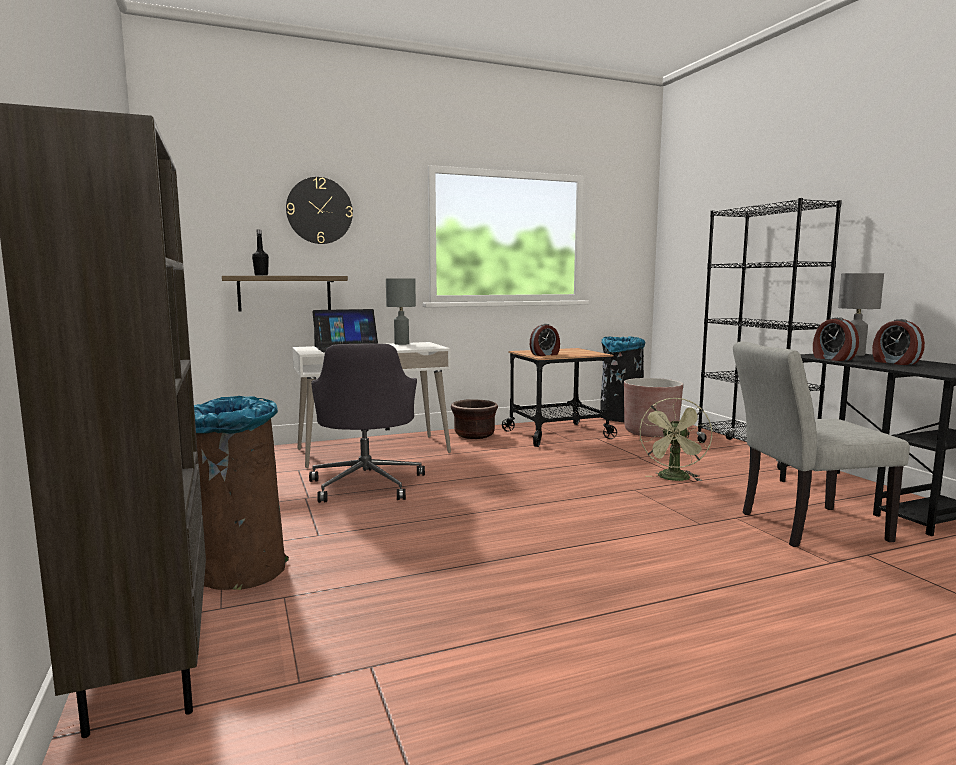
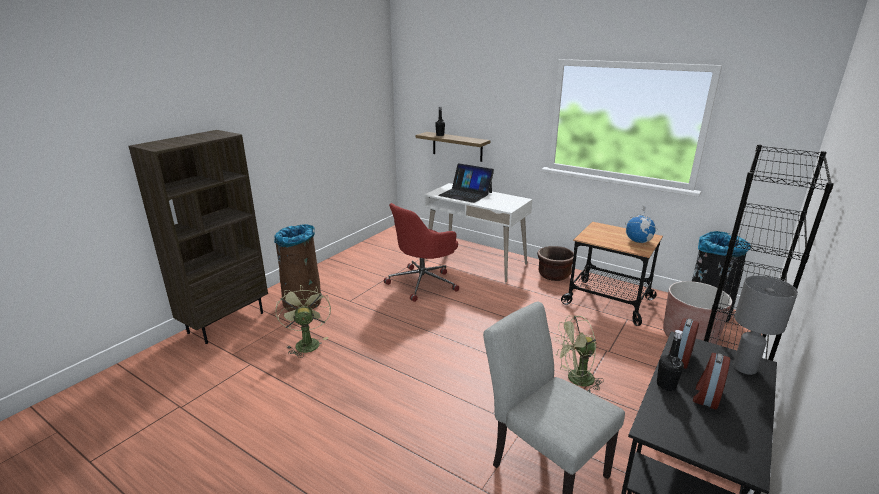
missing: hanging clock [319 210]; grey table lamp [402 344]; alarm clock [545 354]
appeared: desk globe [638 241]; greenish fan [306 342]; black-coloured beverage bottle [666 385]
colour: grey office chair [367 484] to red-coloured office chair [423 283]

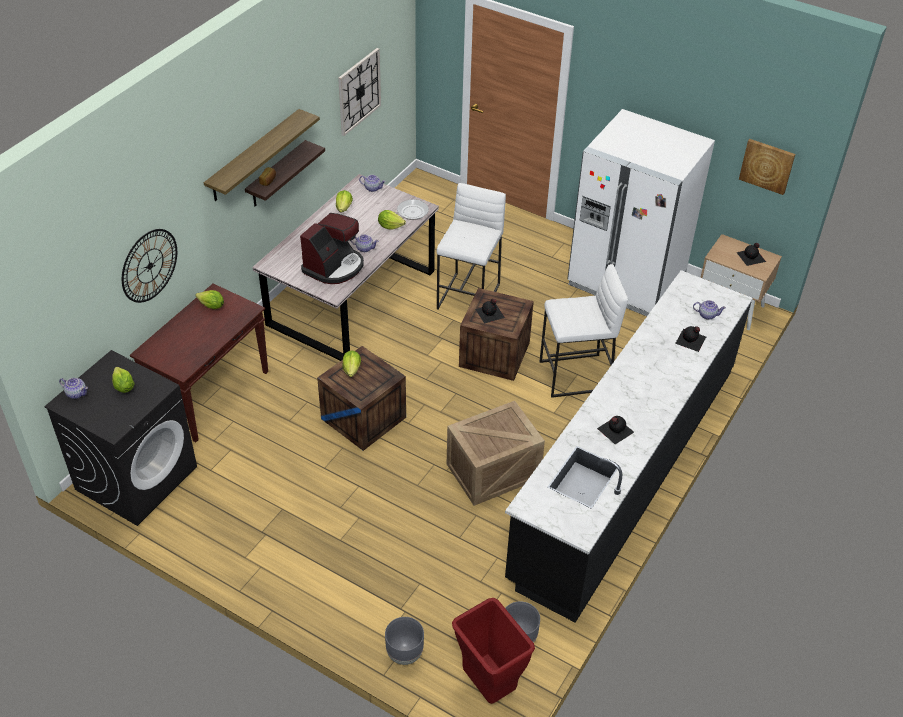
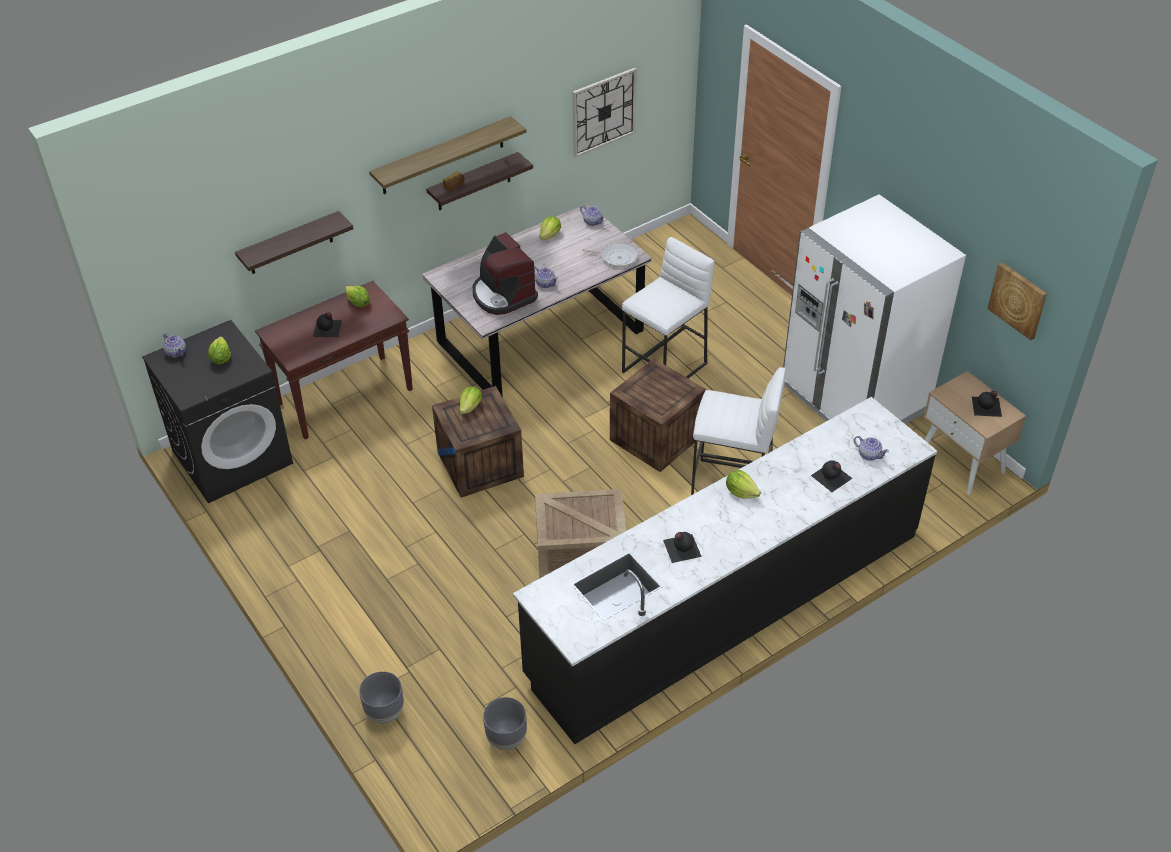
missing: red-coloured rubbish bin [487 686]
relocated: head of lettuce [390 226] to [741 492]; black-coloured beverage bottle [490 313] to [327 328]
exchanged: hanging clock [149 265] to wall shelf [290 244]
spun: coffee maker [334 266] = [503 295] 90 degrees clockwise

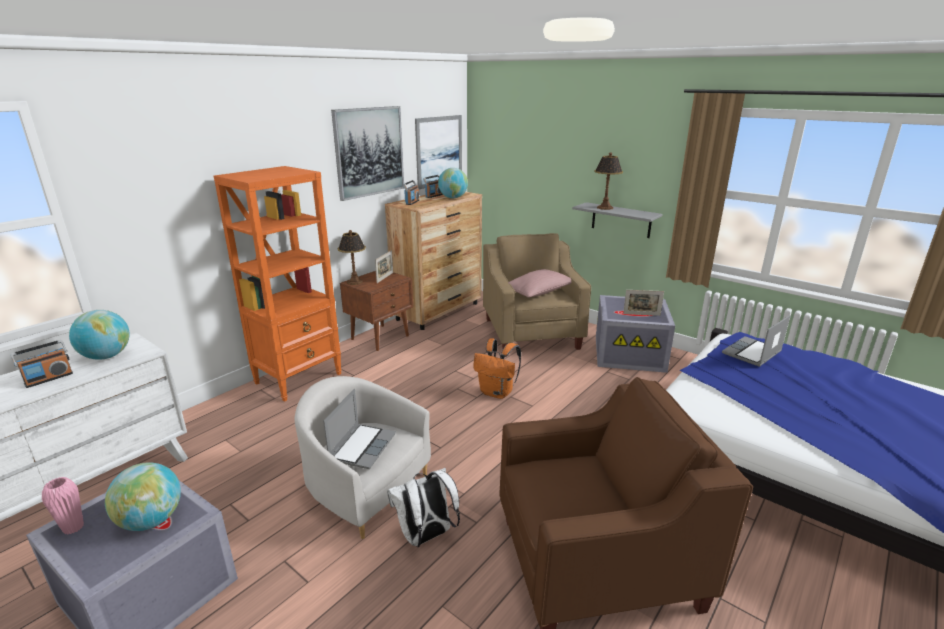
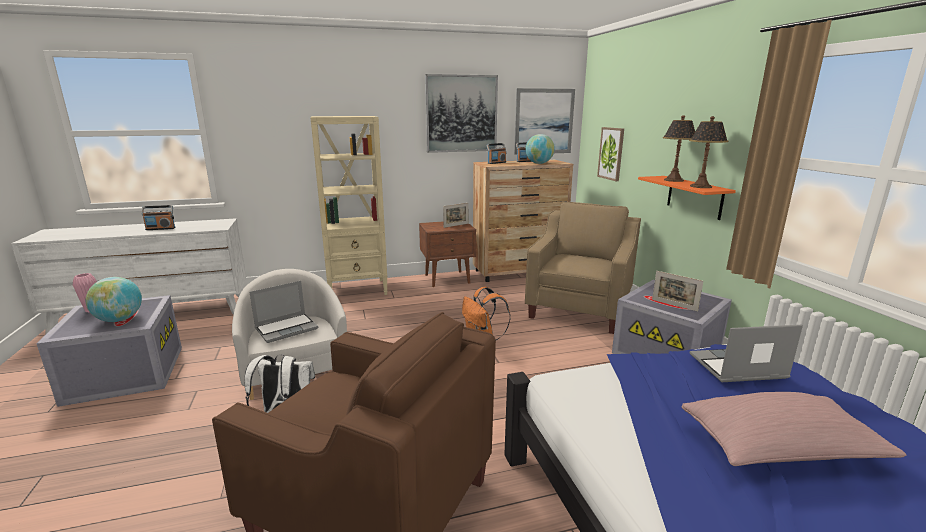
missing: desk globe [106 356]
appeared: wall picture [611 153]
relocated: table lamp [355 282] to [701 186]; pinkish cushion [539 293] to [779 449]
colour: orange bookcase [299 378] to sand-coloured bookcase [358 289]; grey wall shelf [621 220] to orange wall shelf [694 197]

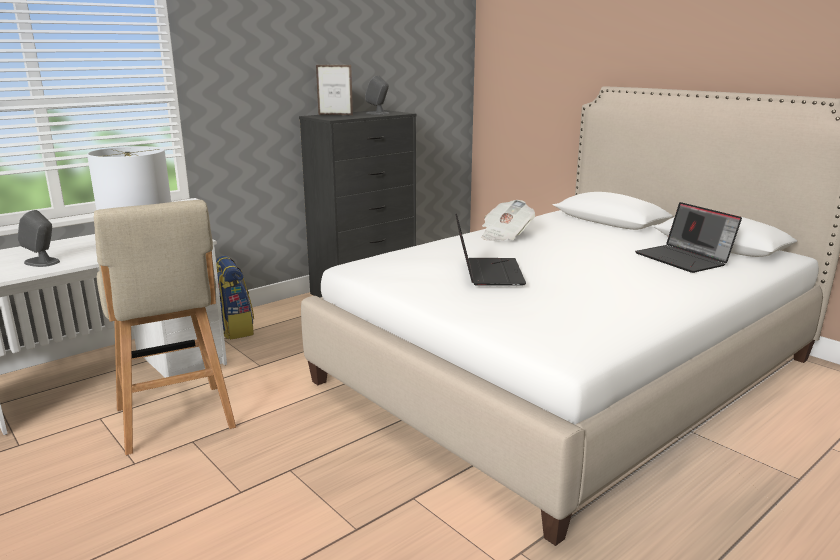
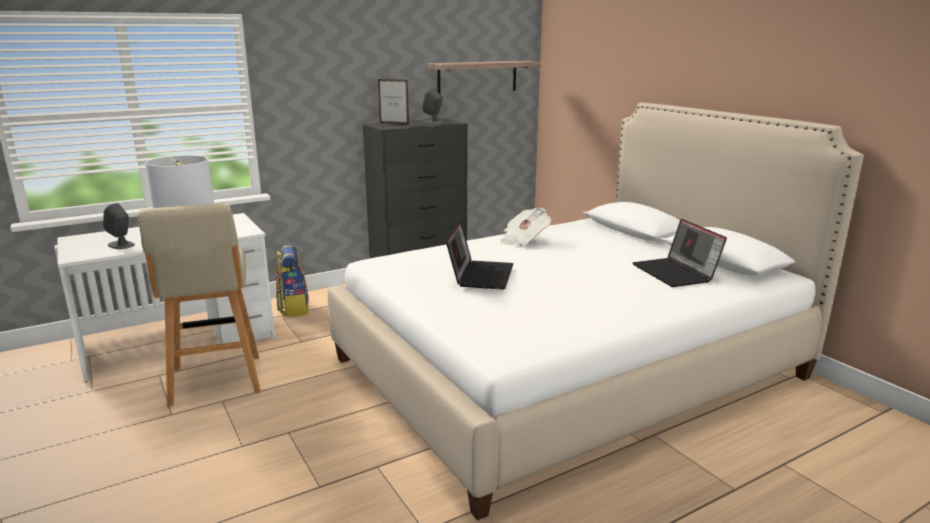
appeared: wall shelf [477 77]

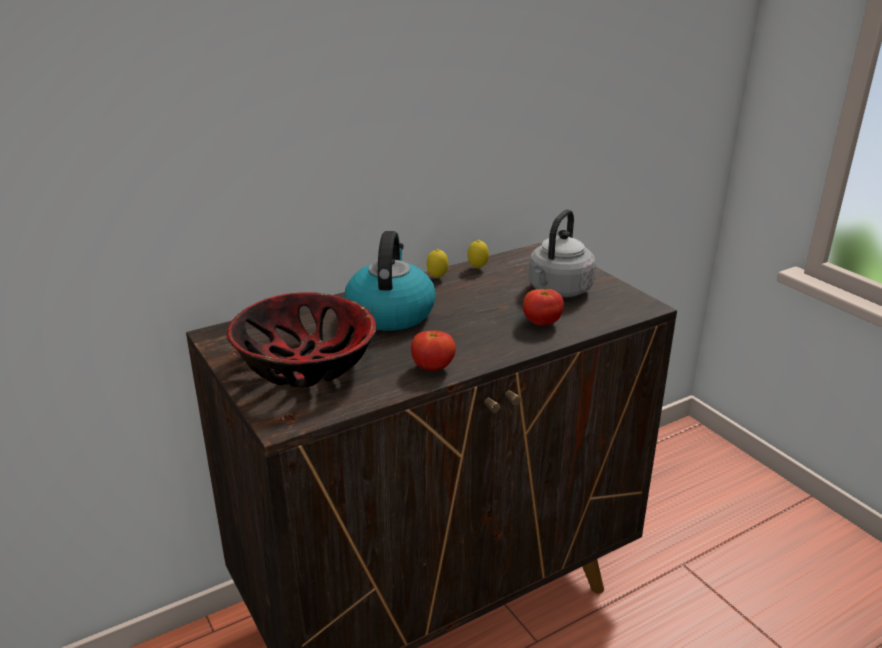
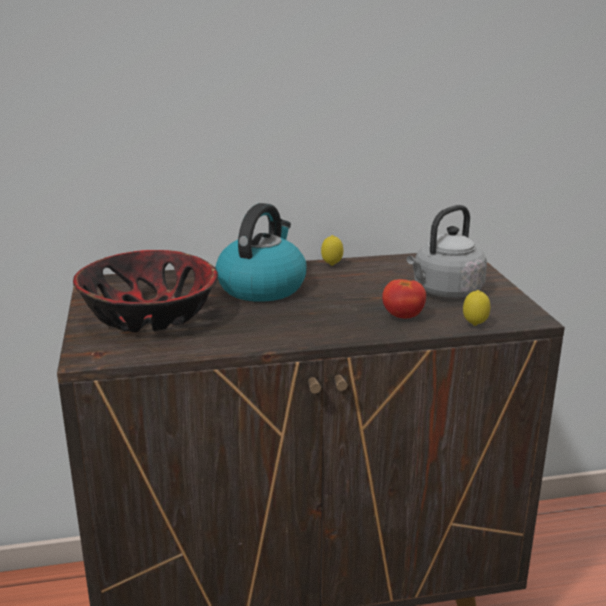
missing: fresh tomato [433 368]
relocated: whole lemon [477 268] to [474 325]

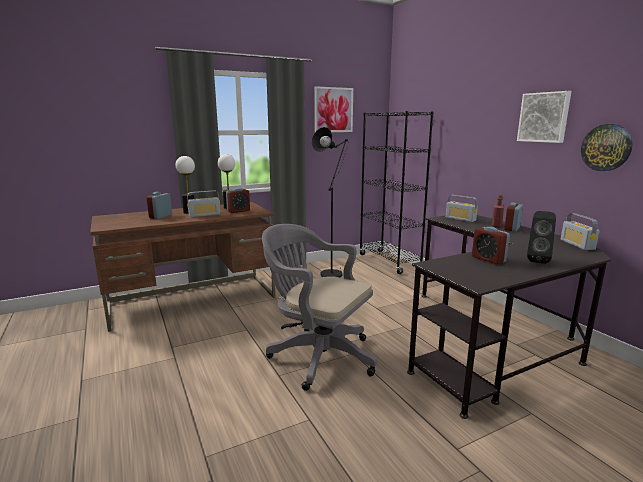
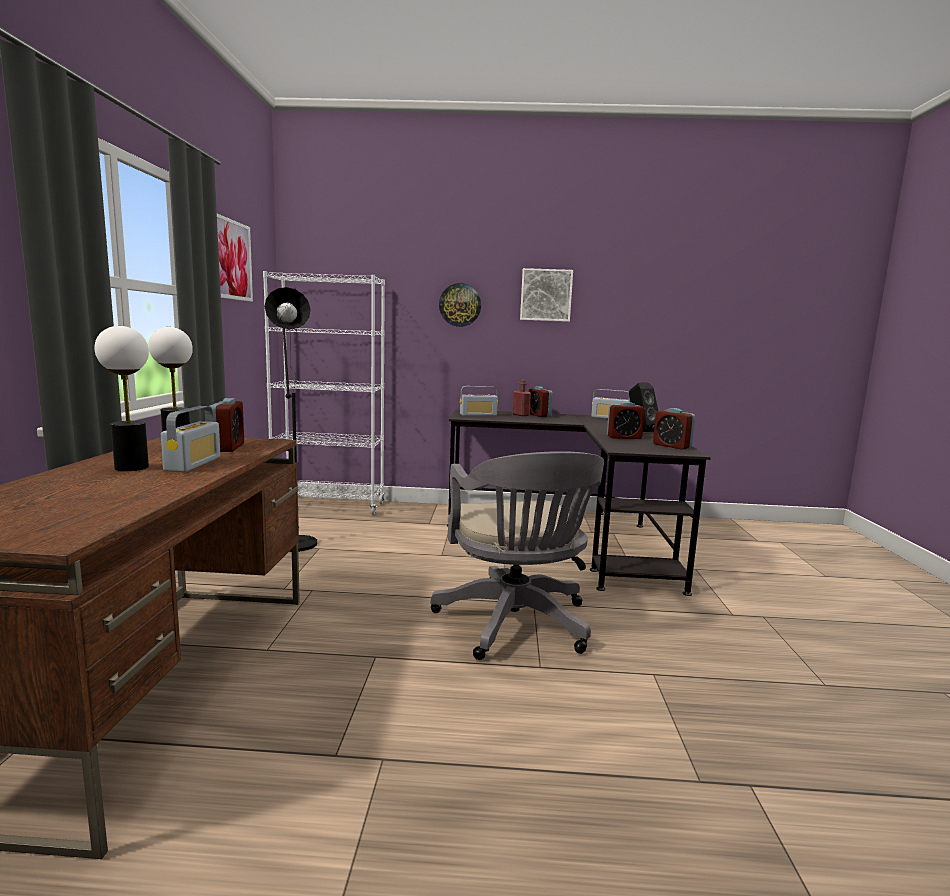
relocated: hanging clock [606 147] to [460 305]; alarm clock [160 216] to [672 446]
colour: black-coloured bookcase [389 262] to white bookcase [329 506]
spun: grey office chair [317 355] = [516 625] 75 degrees counterclockwise

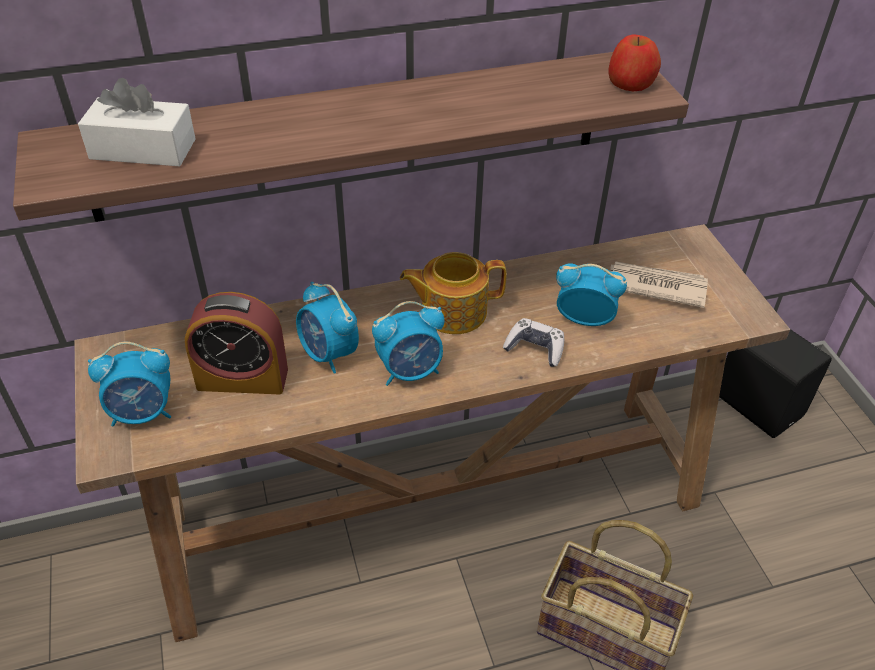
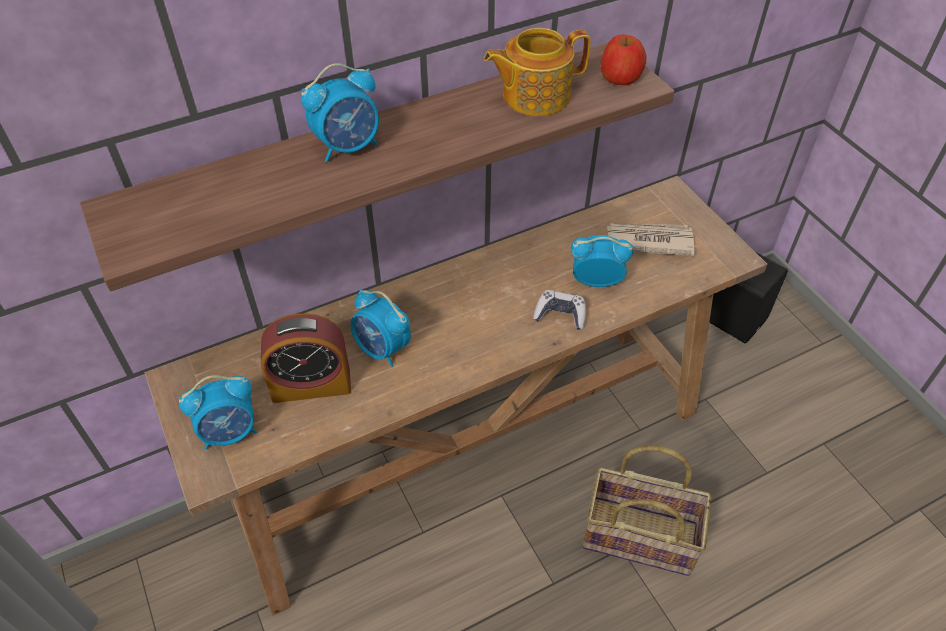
missing: white tissue holder [143 149]
relocated: teapot [452 311] to [534 95]; alarm clock [410 371] to [348 147]

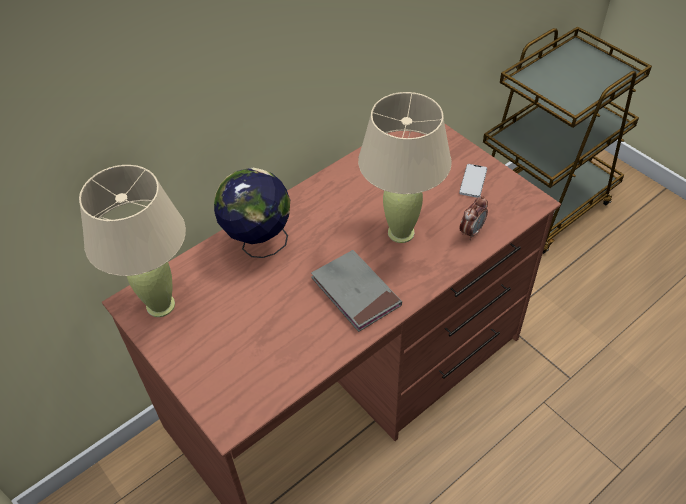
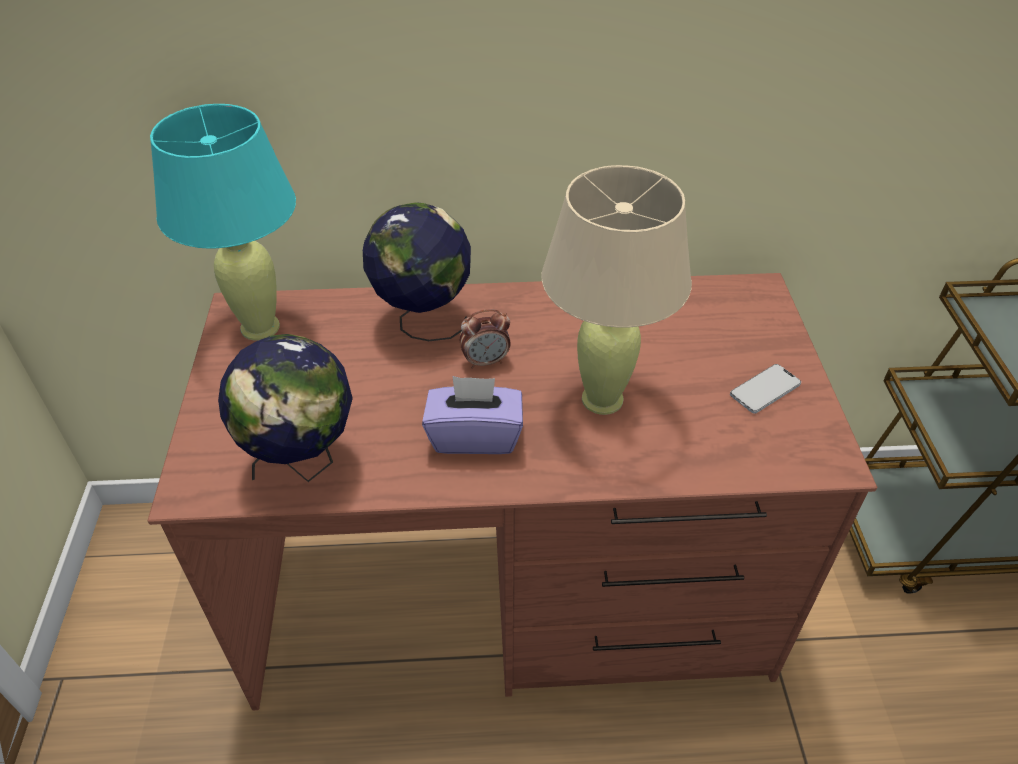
appeared: desk globe [303 463]
relocated: alarm clock [471 231] to [485 361]
exchanged: grey volume [355 292] to purple tissue holder [475 436]
colour: sand-coloured table lamp [161 305] to turquoise table lamp [260 327]

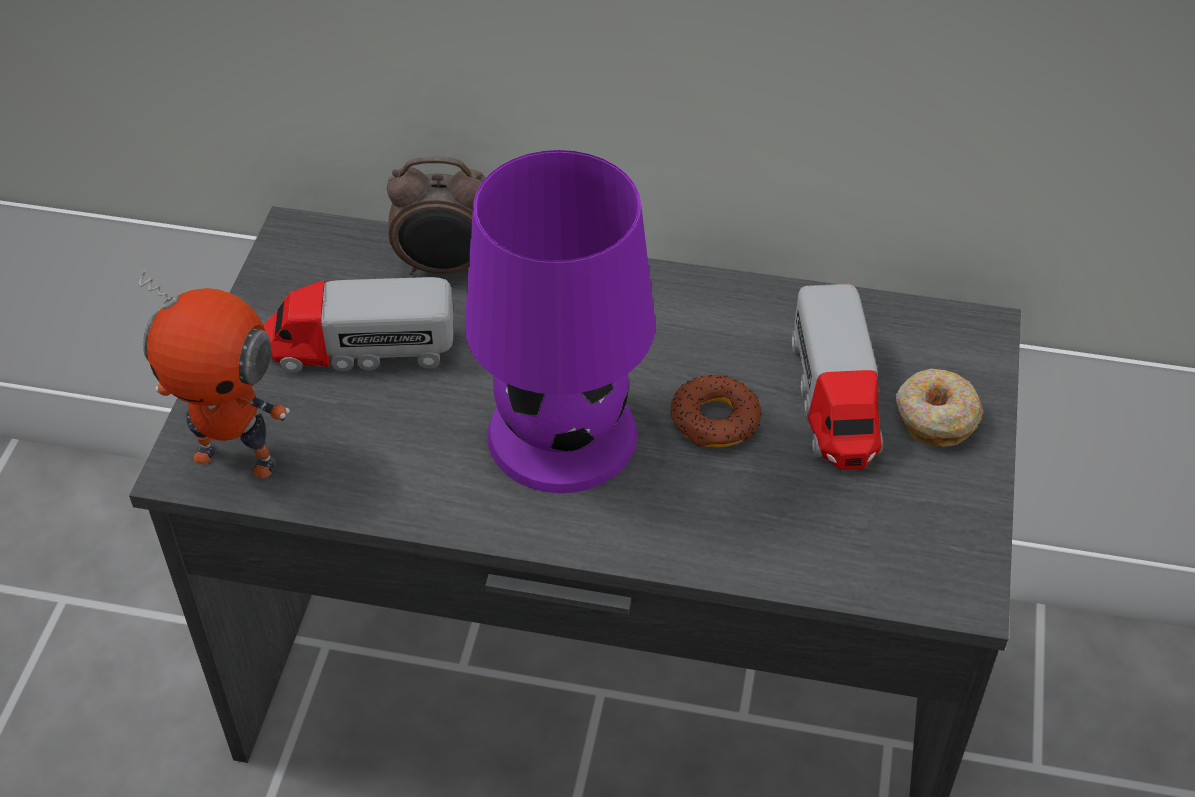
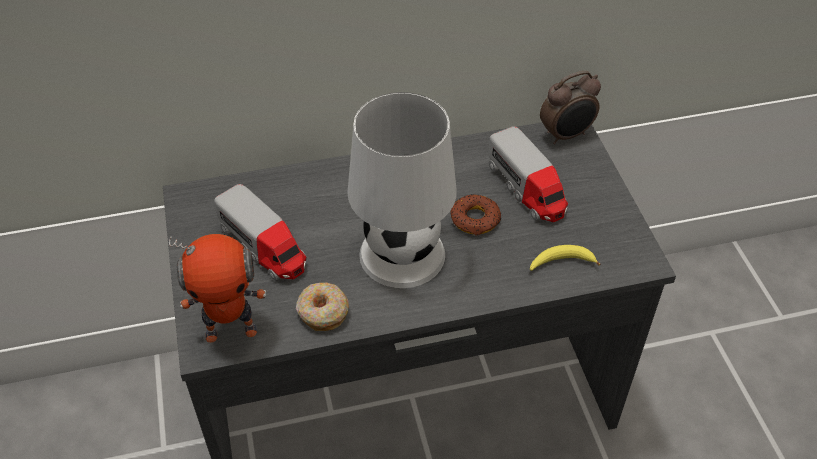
appeared: banana fruit [561 263]
relocated: alarm clock [444 267] to [566 135]; donut [934 417] to [322 312]
colour: purple table lamp [562 432] to white table lamp [402 253]
spun: toy lorry [360 348] = [264 246] 105 degrees counterclockwise

